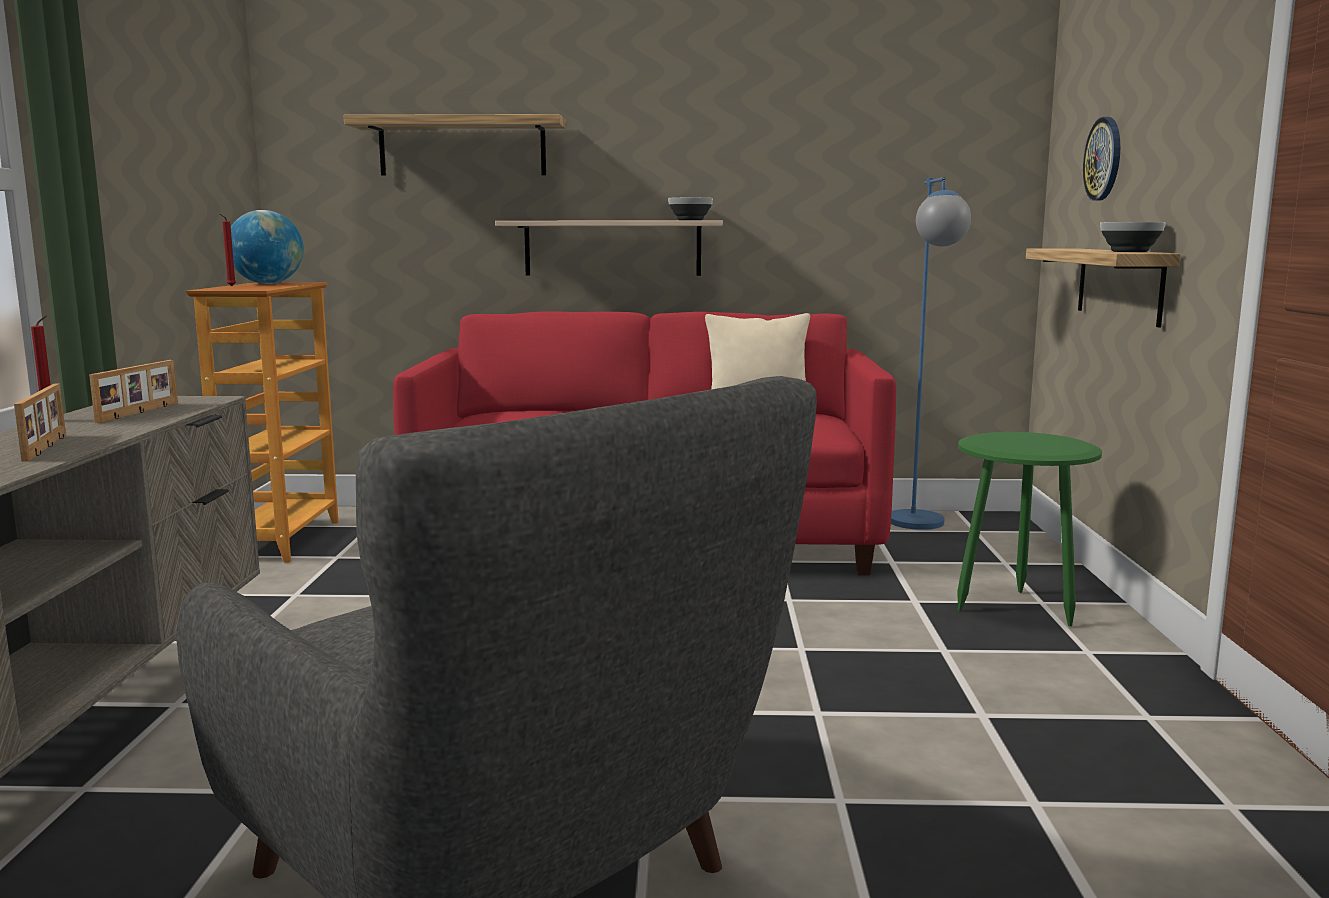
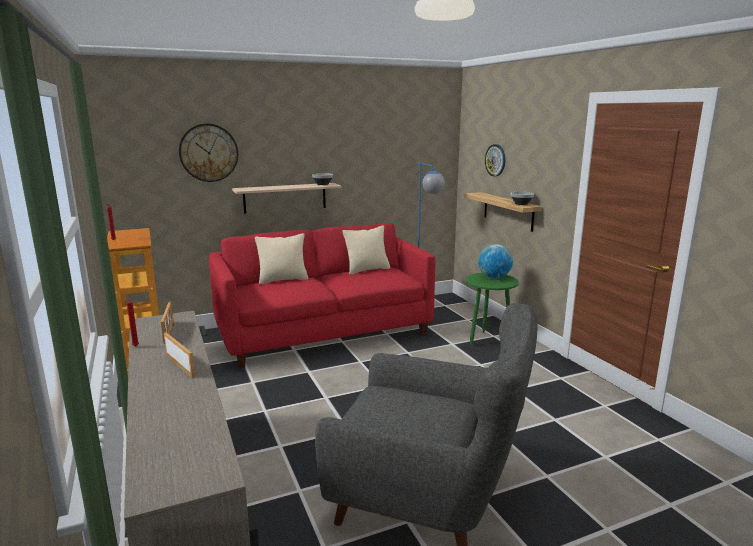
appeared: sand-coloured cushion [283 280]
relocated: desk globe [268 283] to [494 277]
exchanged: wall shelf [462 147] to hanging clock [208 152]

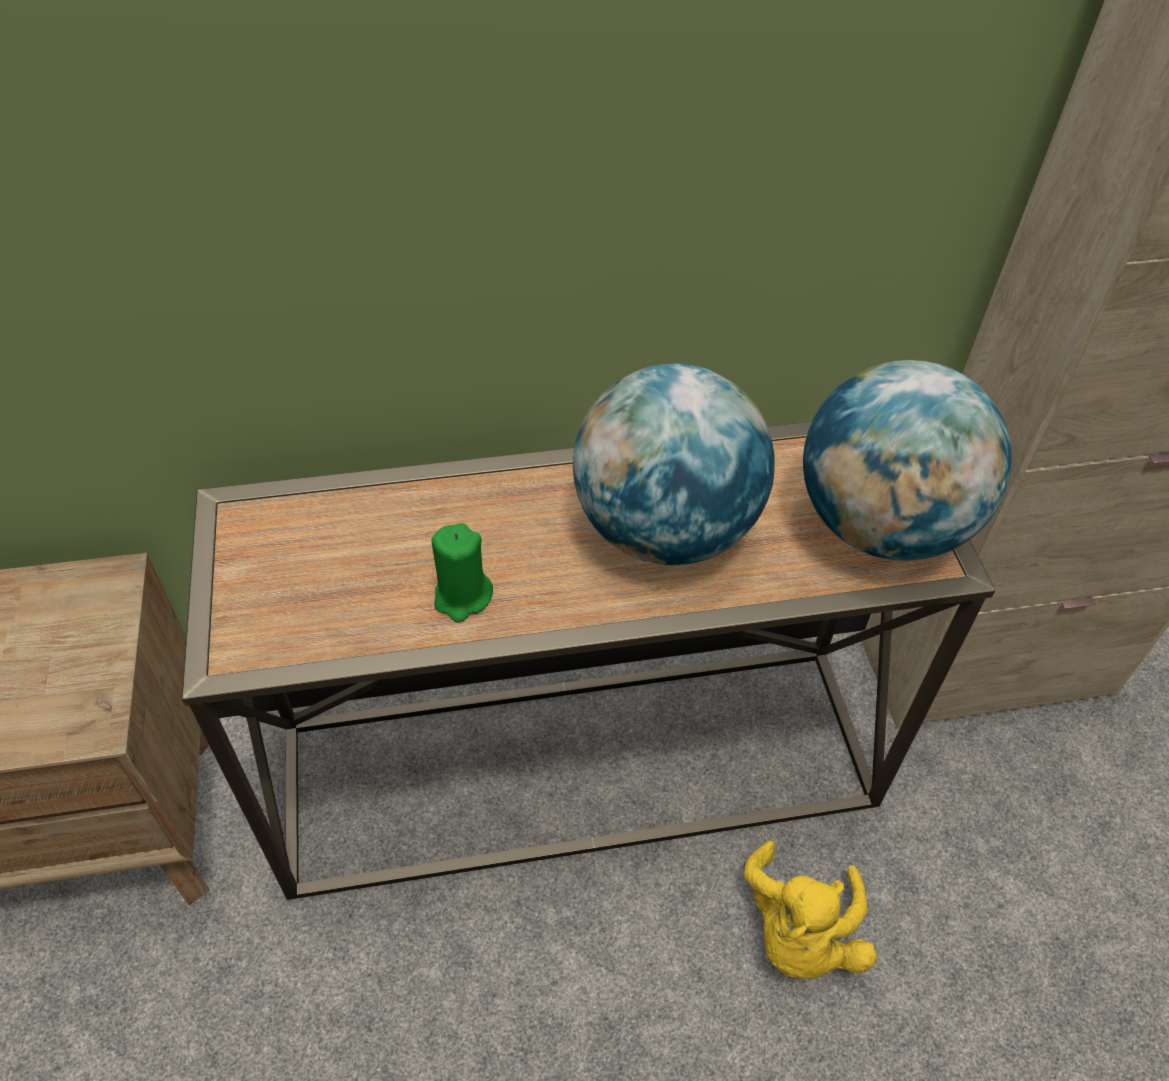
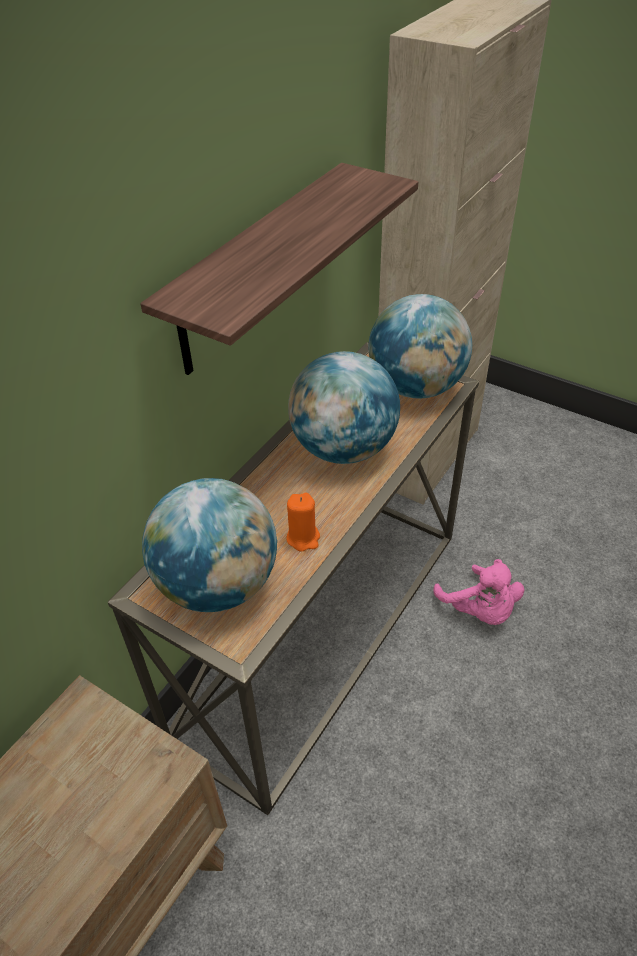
appeared: wall shelf [257 269]; desk globe [218 585]
colour: greenish candle [462 597] to orange candle [303 538]; yellow soft toy [798 932] to pinkish soft toy [479 610]

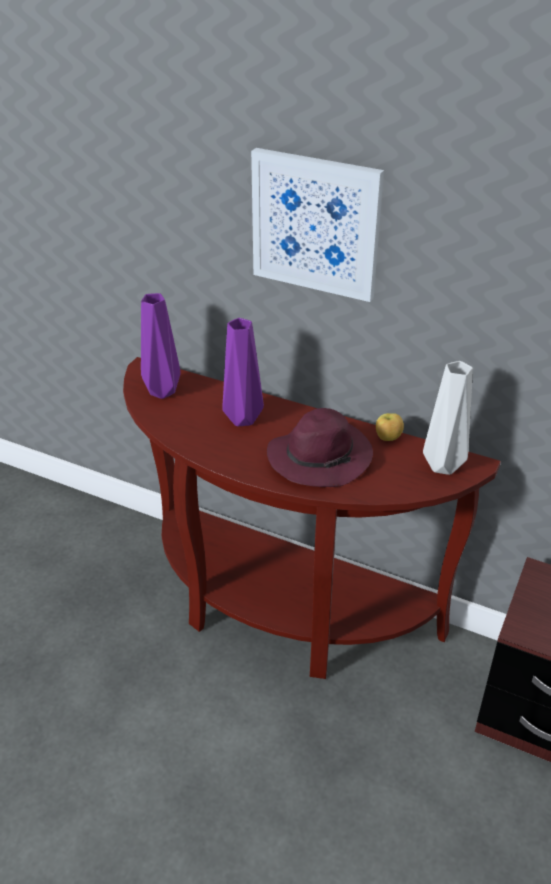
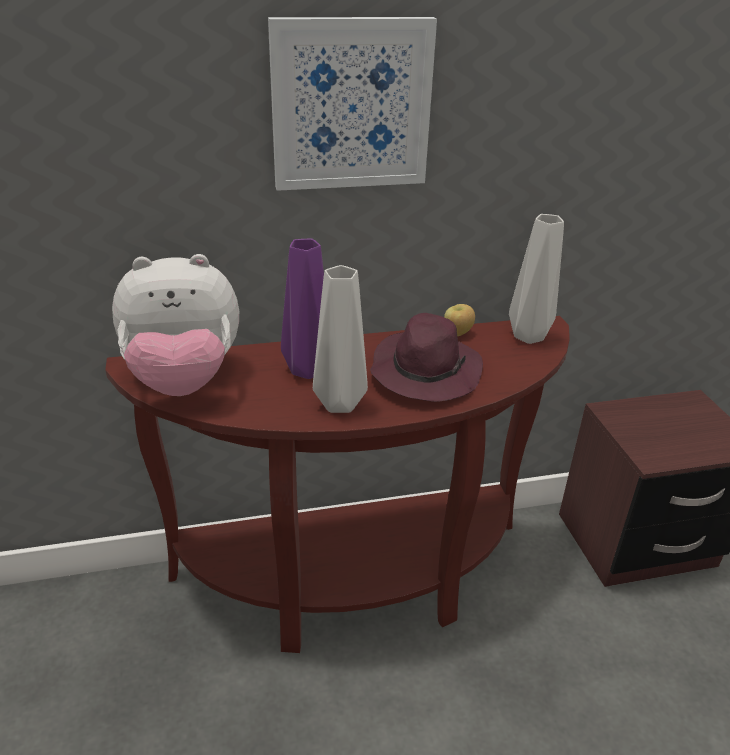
appeared: grey decorative vase [339 405]
exchanged: purple decorative vase [161 392] to soft toy [184 380]

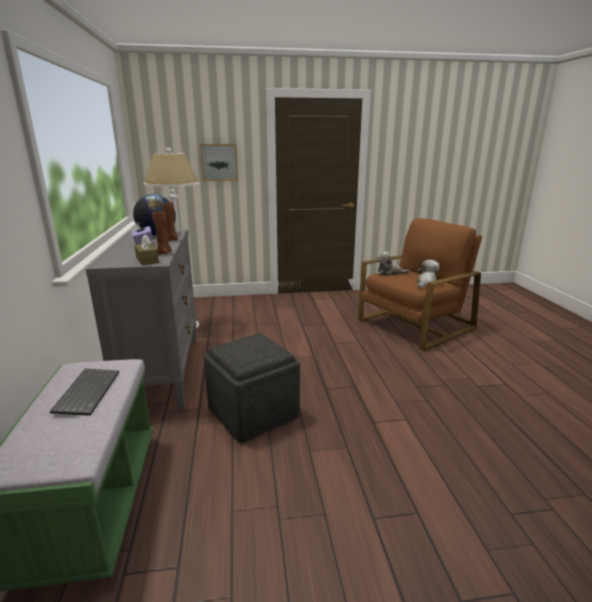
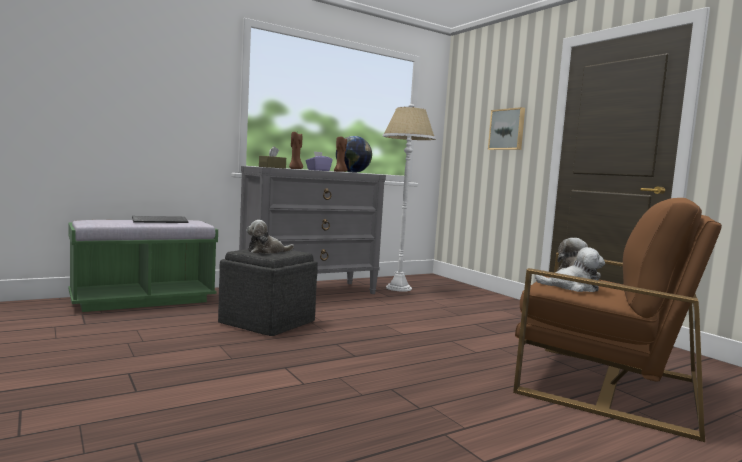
appeared: soft toy [266 251]

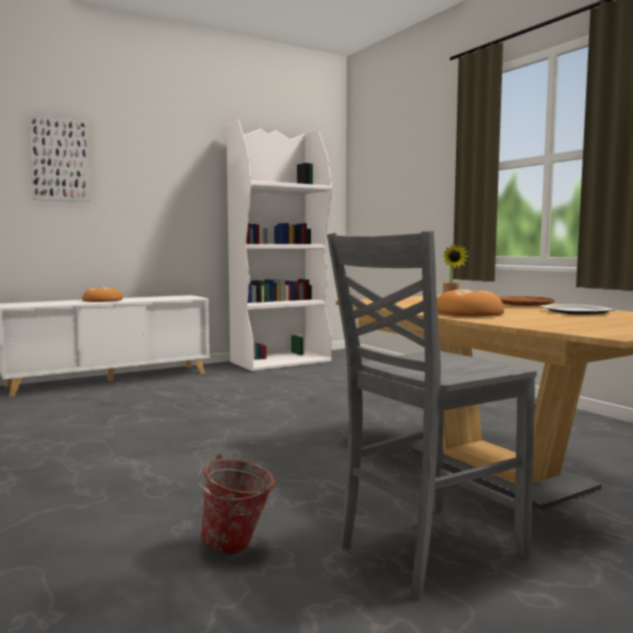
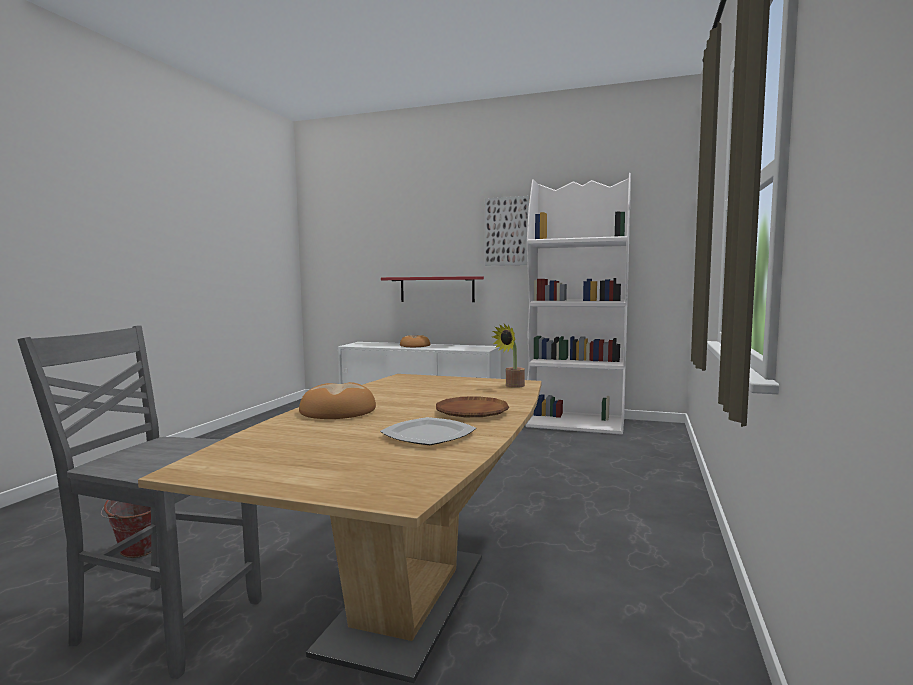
appeared: red-coloured wall shelf [437 289]
relocated: wall picture [60 160] to [507 231]

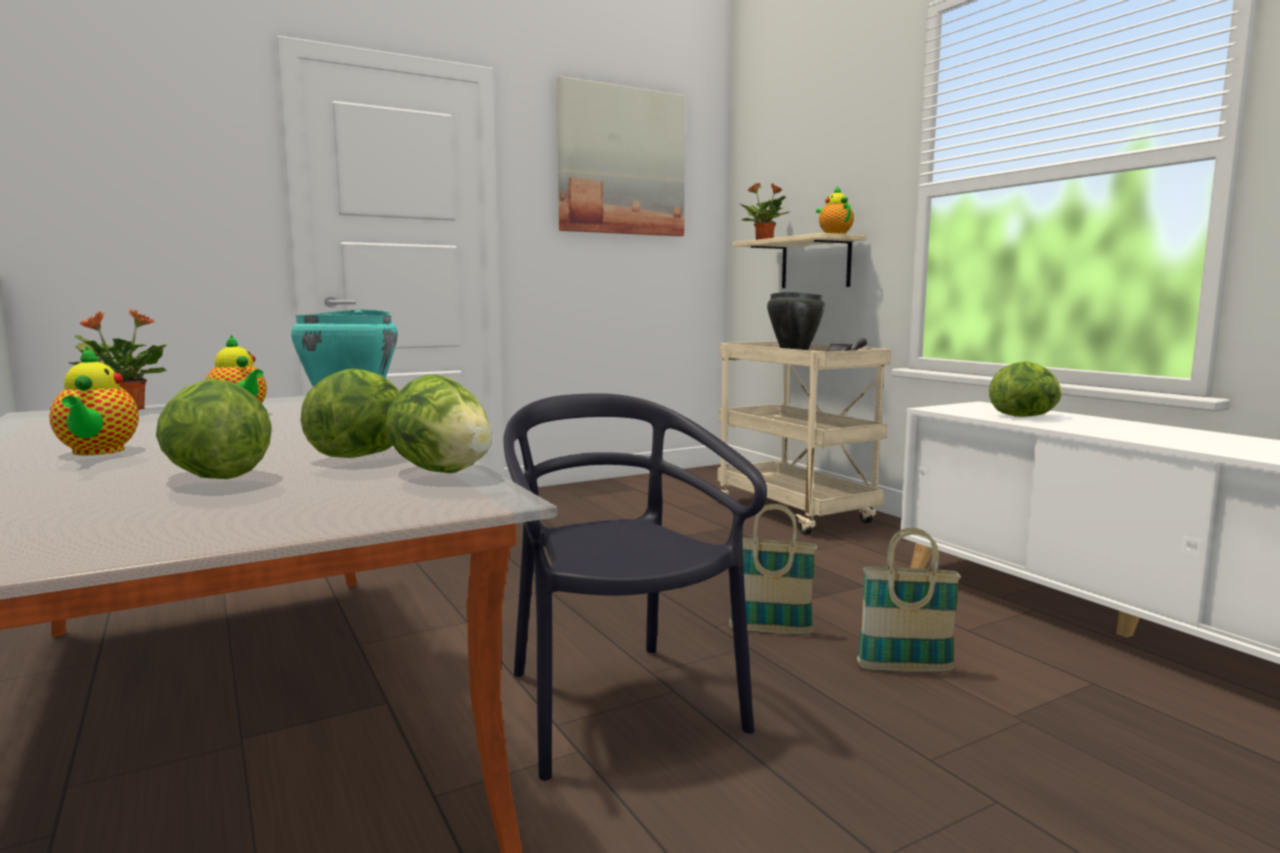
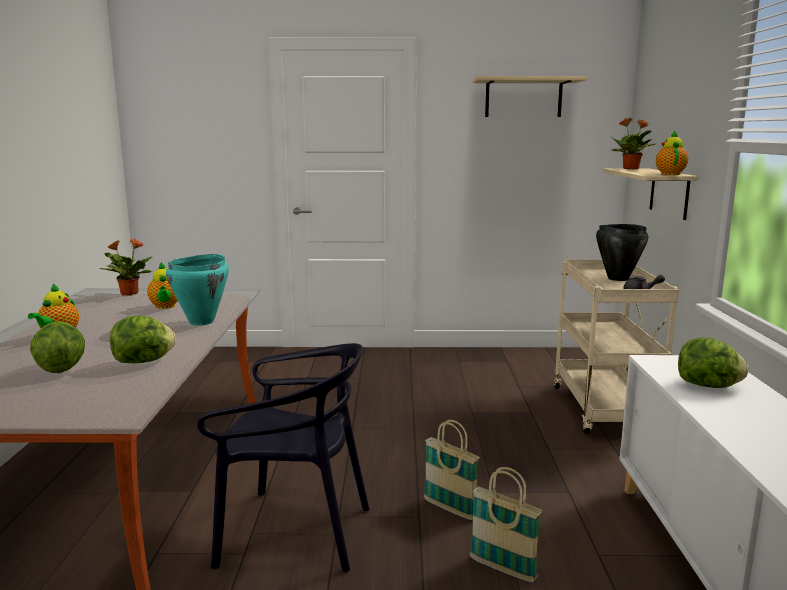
missing: head of lettuce [443 471]
exchanged: wall picture [621 161] to wall shelf [523 98]
spun: black-coloured plain chair [617 706] = [294 532] 90 degrees clockwise

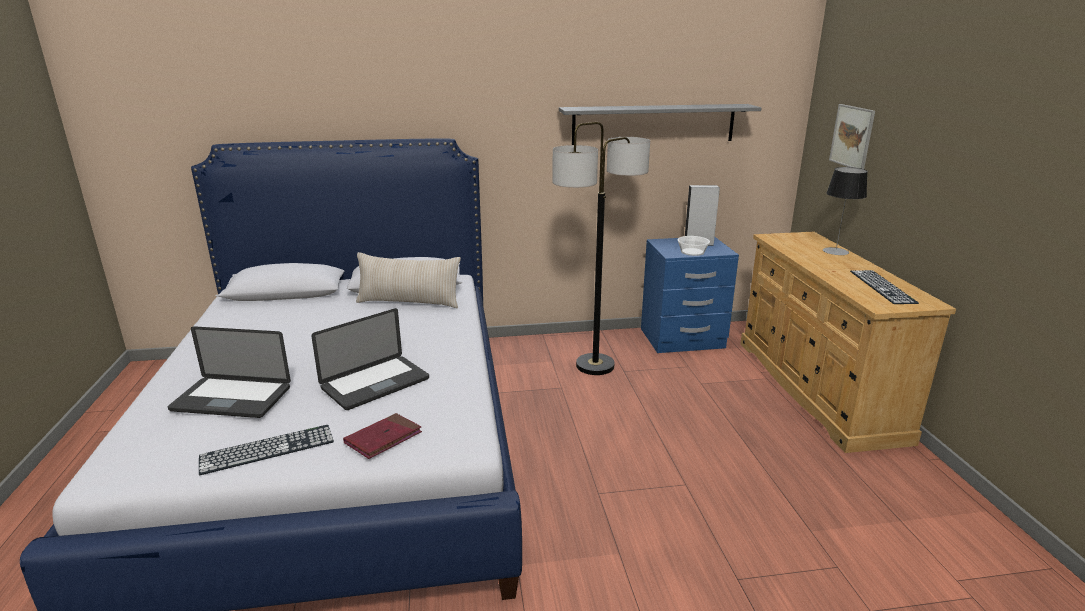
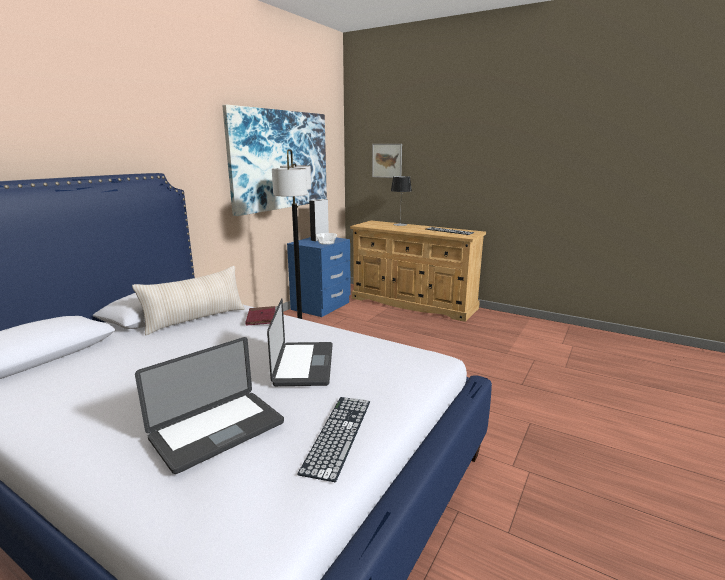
relocated: red-coloured volume [383 438] to [261 318]
exchanged: grey wall shelf [653 124] to wall picture [280 160]

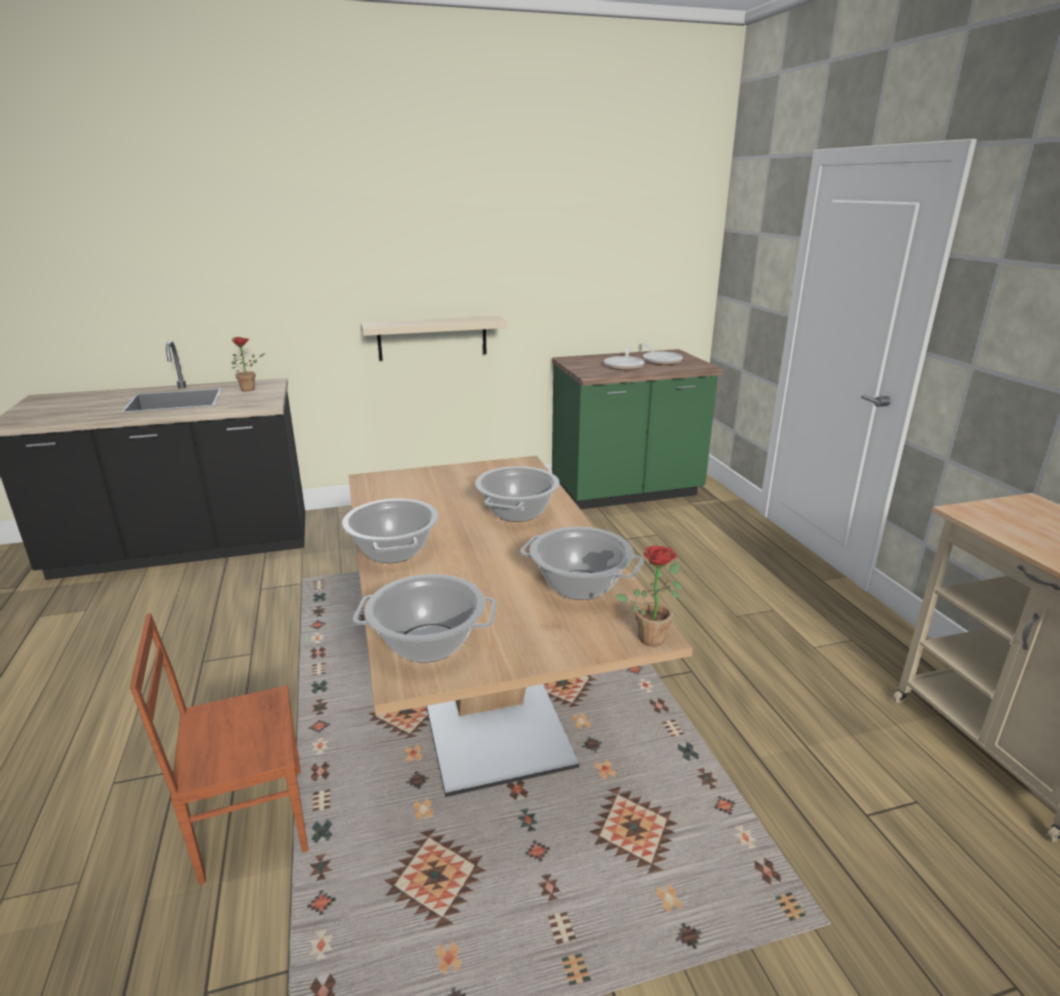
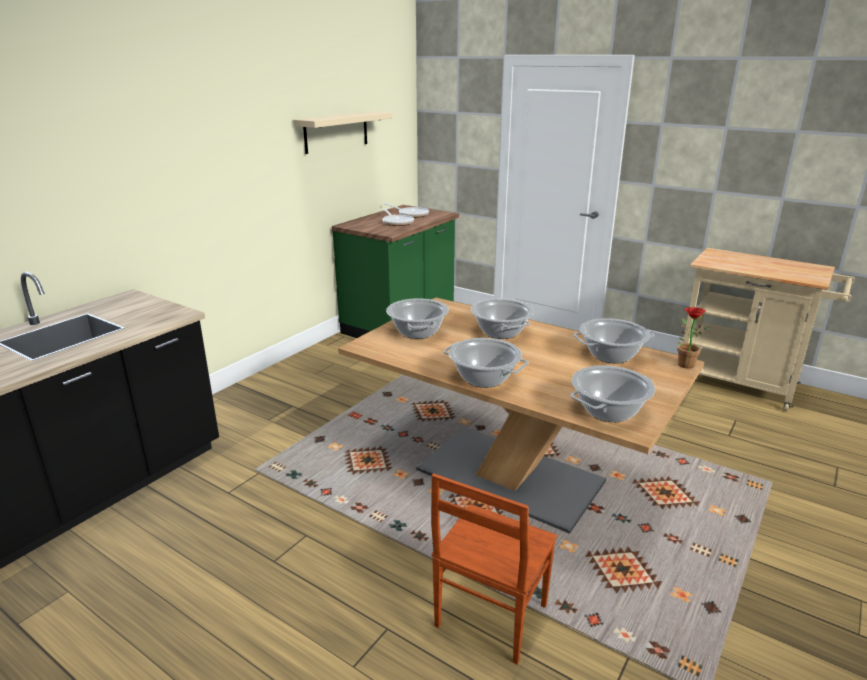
missing: potted plant [251 389]
appeared: stockpot [417 332]
relocated: sand-coloured wall shelf [432 338] to [336 132]

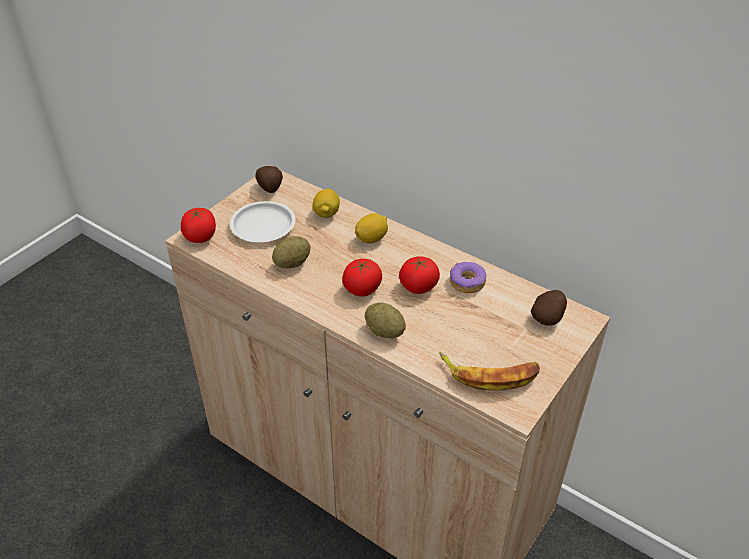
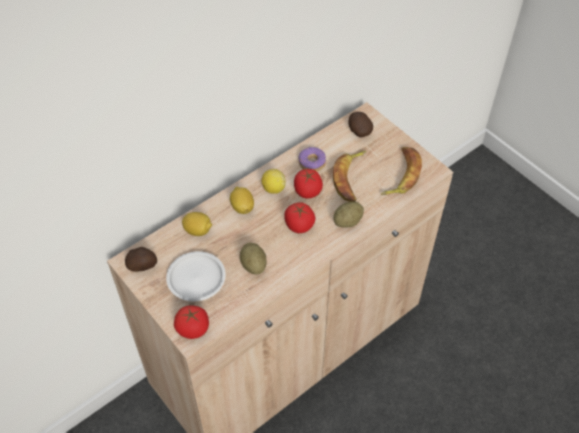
appeared: banana fruit [350 179]; whole lemon [273 188]

